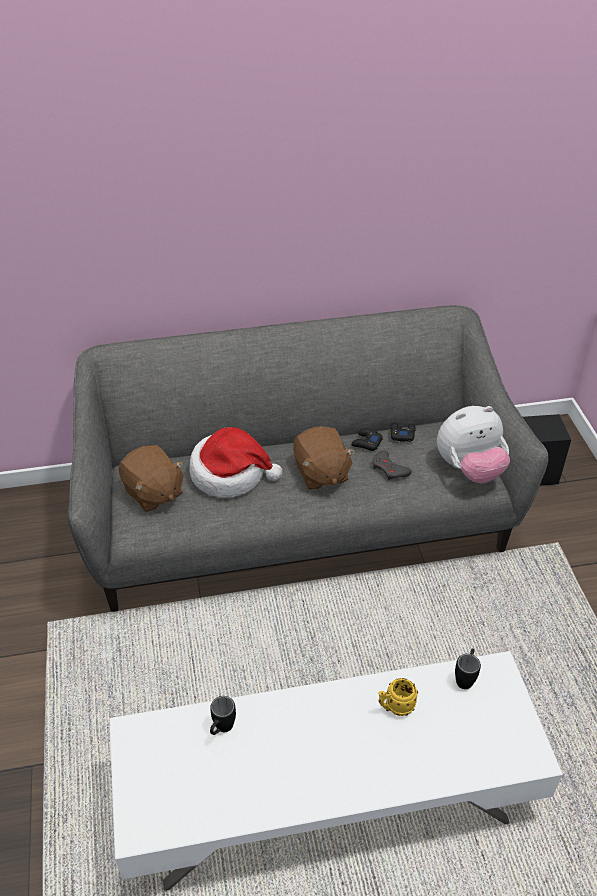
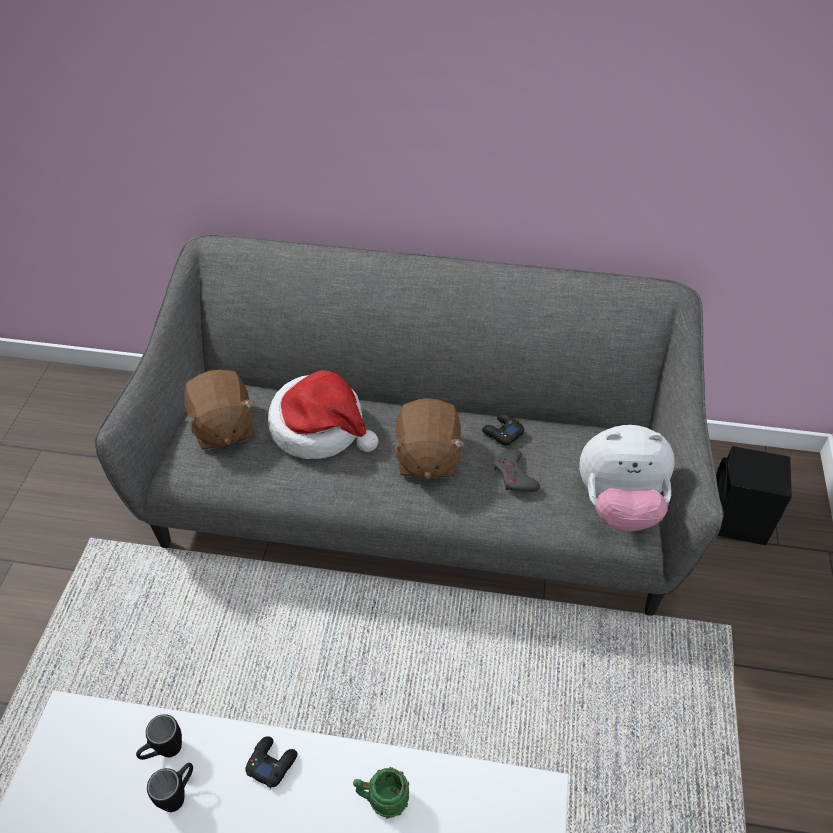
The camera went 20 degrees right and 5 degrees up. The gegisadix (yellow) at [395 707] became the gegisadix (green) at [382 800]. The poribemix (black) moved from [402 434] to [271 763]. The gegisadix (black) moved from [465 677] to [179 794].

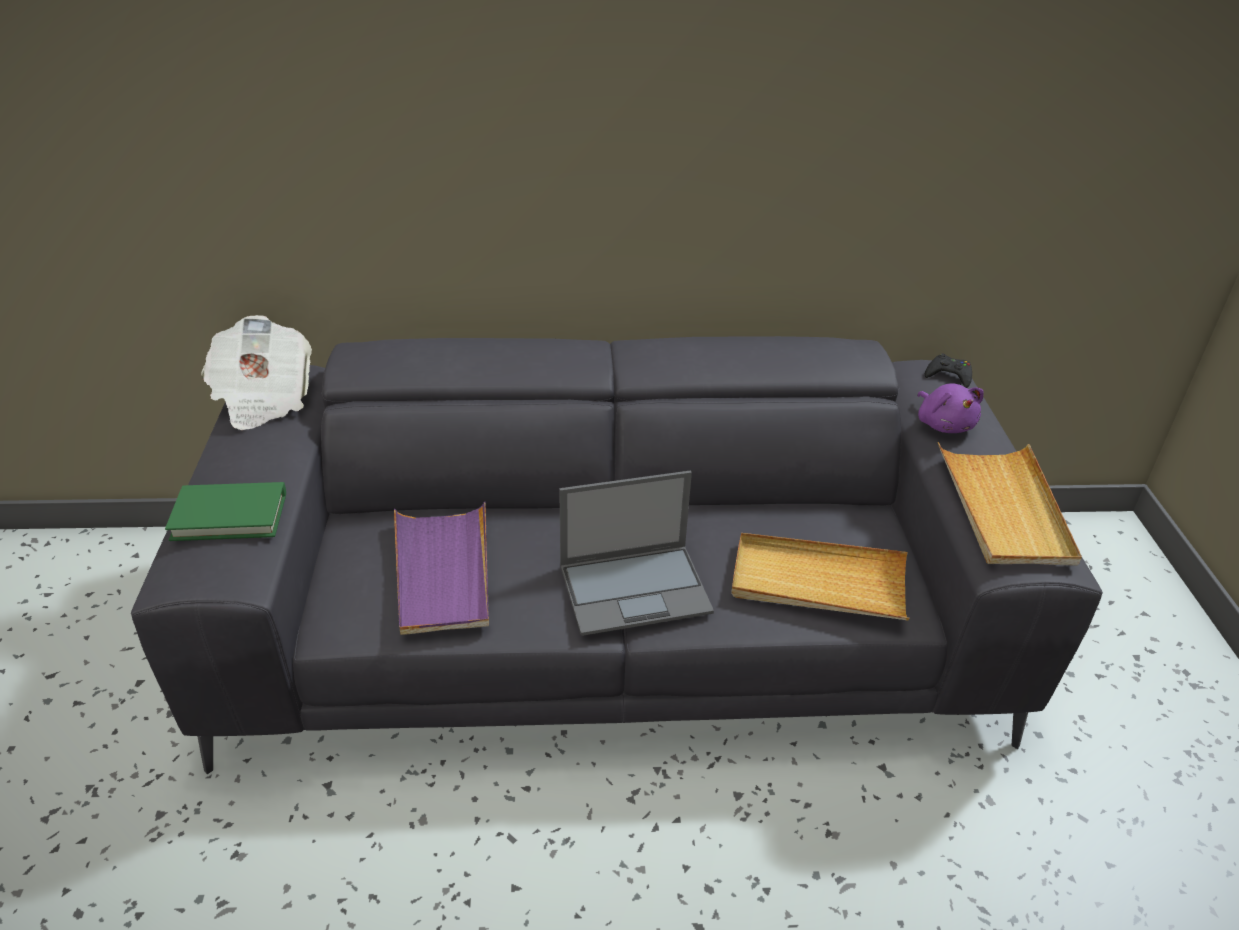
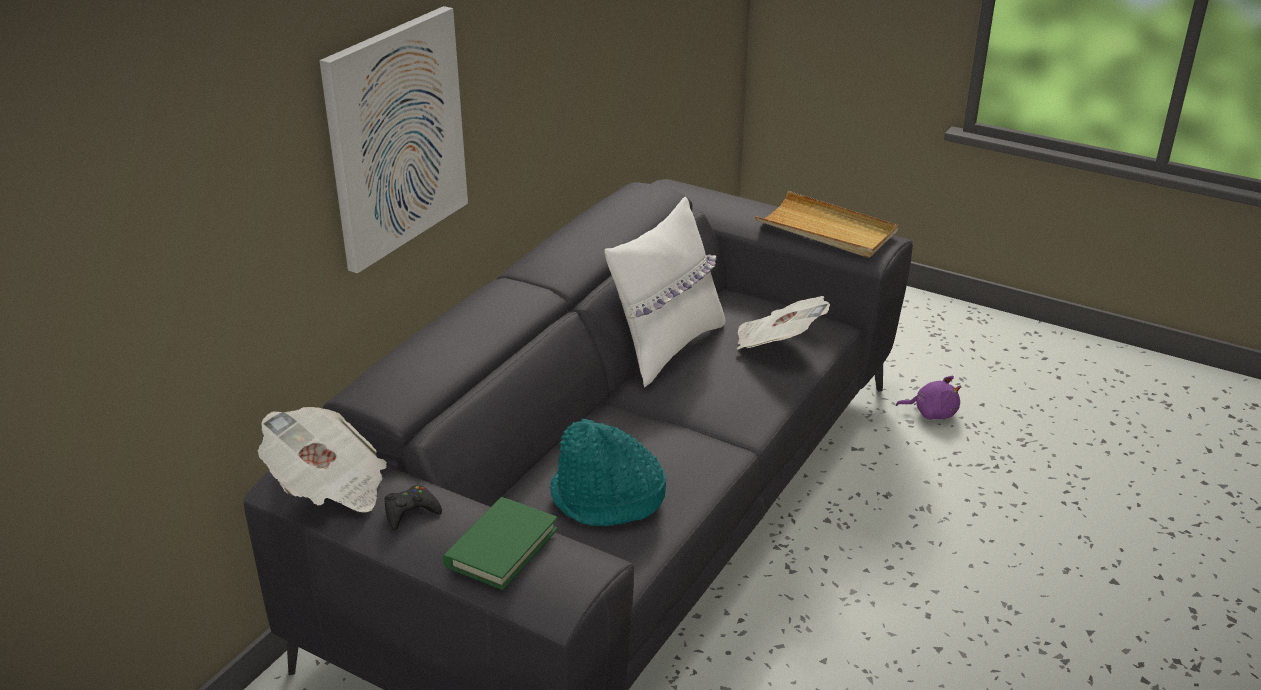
The camera went 55 degrees left and 5 degrees down. The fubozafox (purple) at [443 572] was replaced by the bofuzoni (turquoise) at [607 499]. The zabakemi at [636 588] disappeared. The fubozafox (beige) at [818 582] was replaced by the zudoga at [777 344]. The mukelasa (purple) moved from [944 424] to [932 413]. The poribemix (black) moved from [949 375] to [410 511]. The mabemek at [395 137] appeared. The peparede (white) at [667 347] appeared.

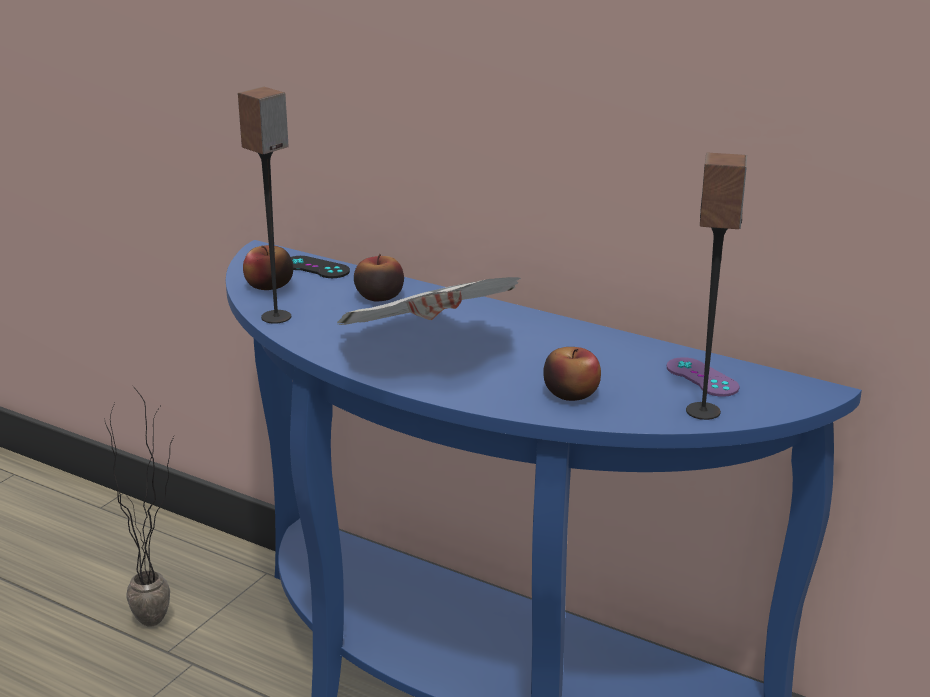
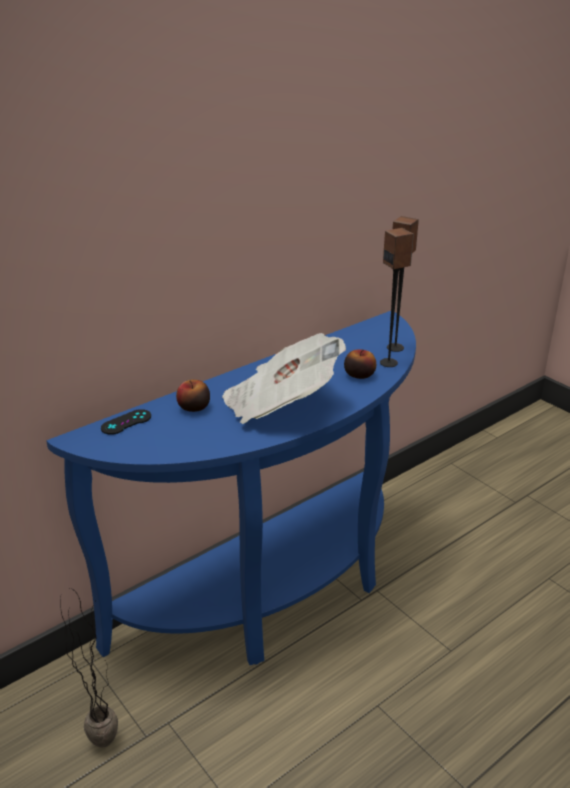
The camera went 70 degrees left and 5 degrees up. The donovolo moved from [276 317] to [389 363]. The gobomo at [269 286] disappeared. The poribemix (purple) at [702 377] disappeared.

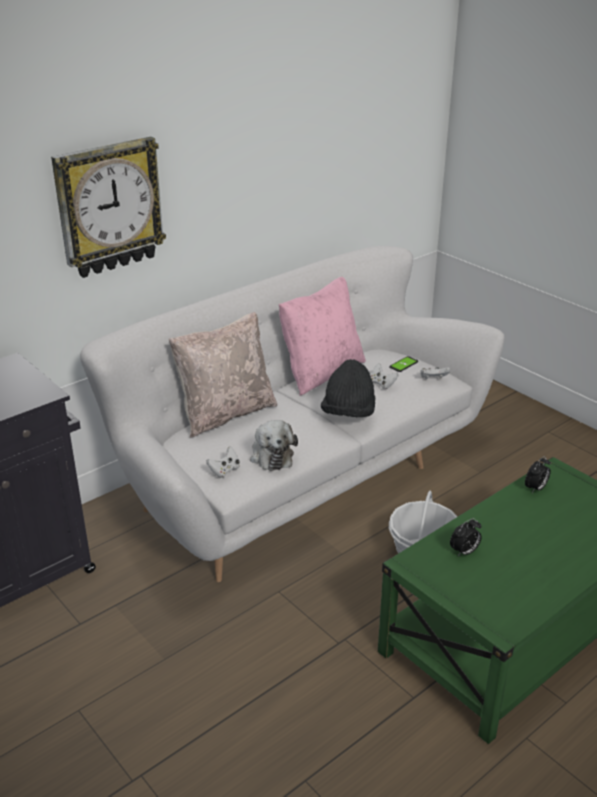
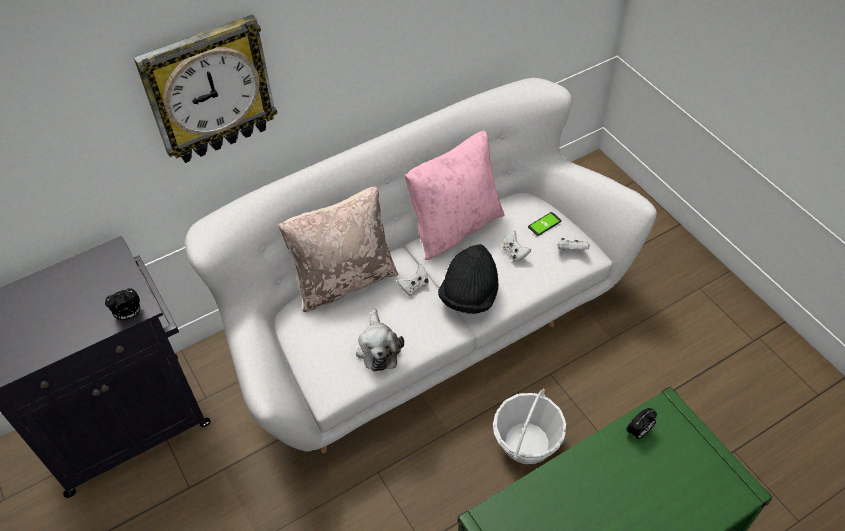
The camera went 10 degrees right and 20 degrees up. The poribemix (white) moved from [224 471] to [414 286]. The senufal moved from [464 552] to [129 315].

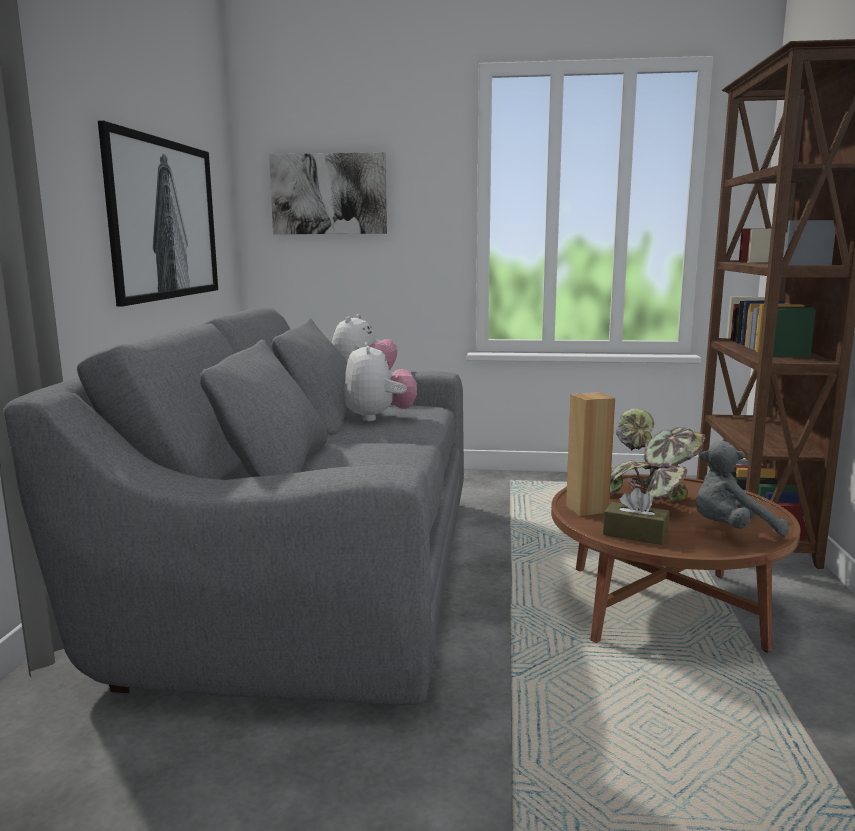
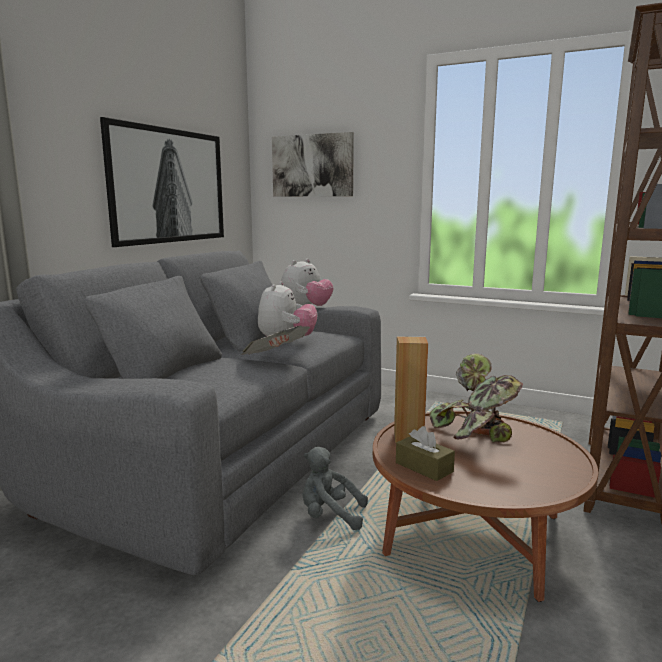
The camera went 20 degrees right and 0 degrees up. The mukelasa (grey) moved from [730 531] to [330 516]. The zudoga at [275 359] appeared.

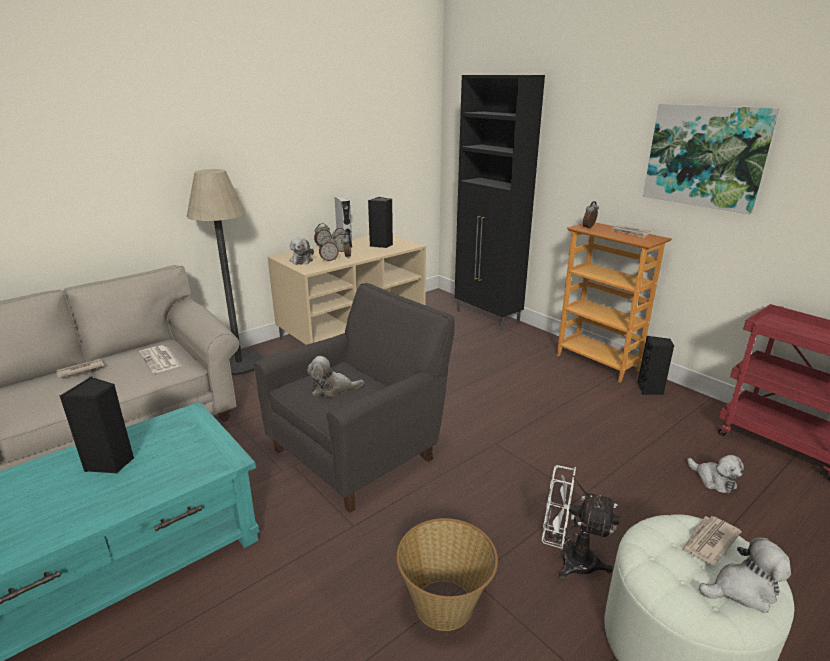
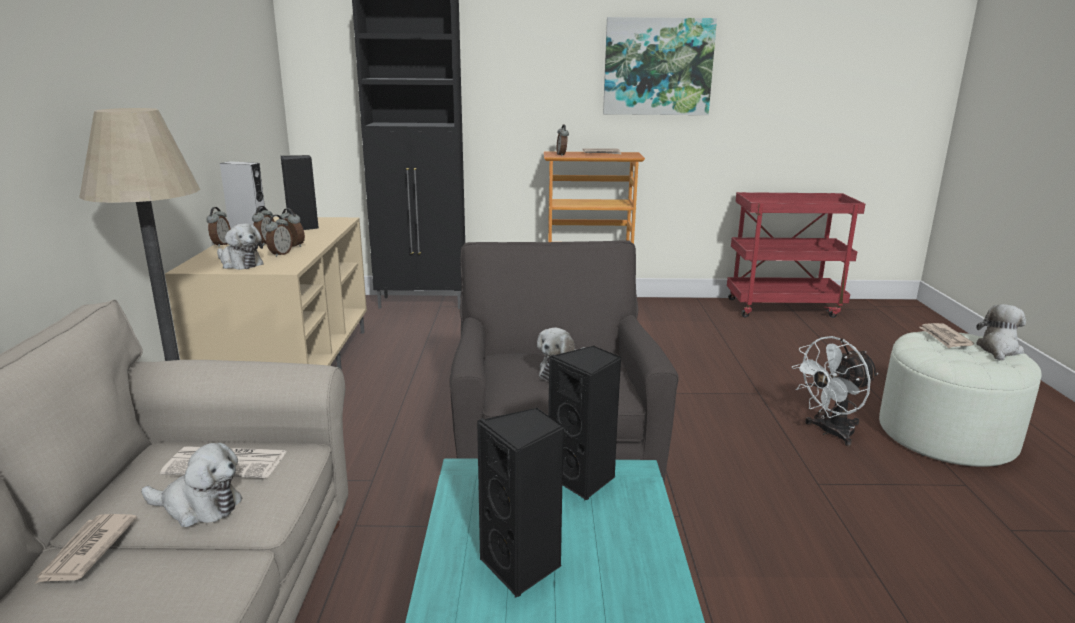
The camera went 50 degrees left and 5 degrees down. The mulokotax at [445 605] disappeared. The donovolo (black) moved from [650 390] to [584 479]. The mukelasa moved from [713 480] to [198 506].

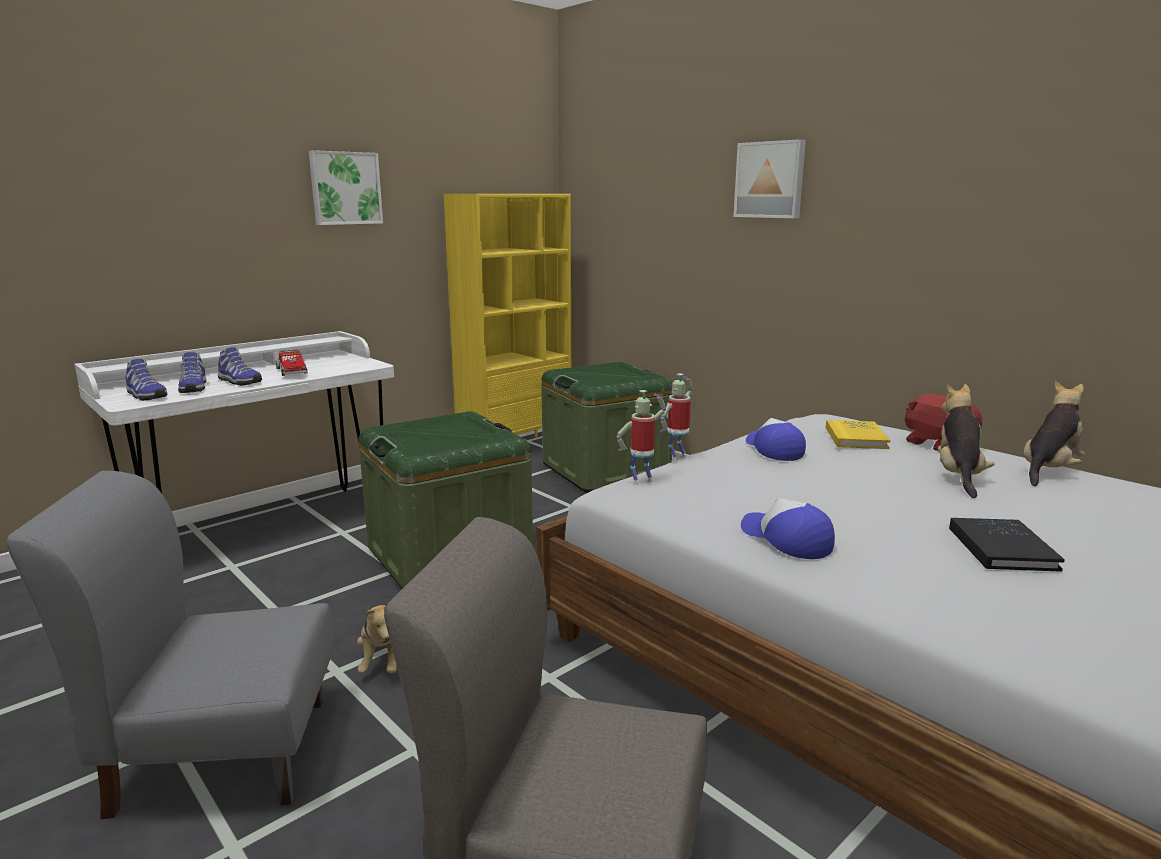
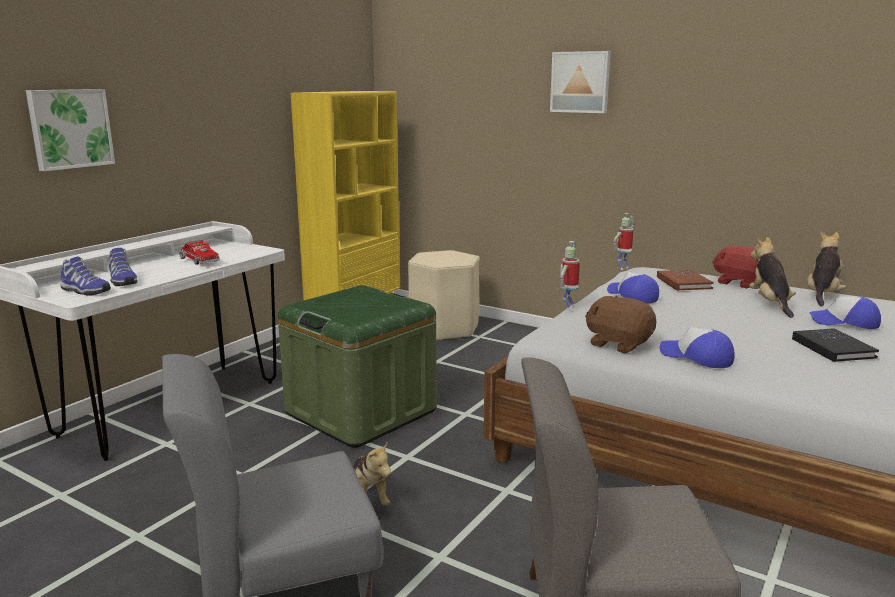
The camera went 15 degrees left and 0 degrees up. The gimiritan at [238 382] disappeared. The mabemek moved from [345 188] to [70 128]. The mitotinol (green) at [605 470] was replaced by the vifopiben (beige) at [444 329]. The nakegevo moved from [641 481] to [623 268]. The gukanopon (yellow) at [856 438] became the gukanopon (brown) at [683 282]. The mukelasa (brown) at [618 344] appeared. The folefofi at [844 322] appeared.

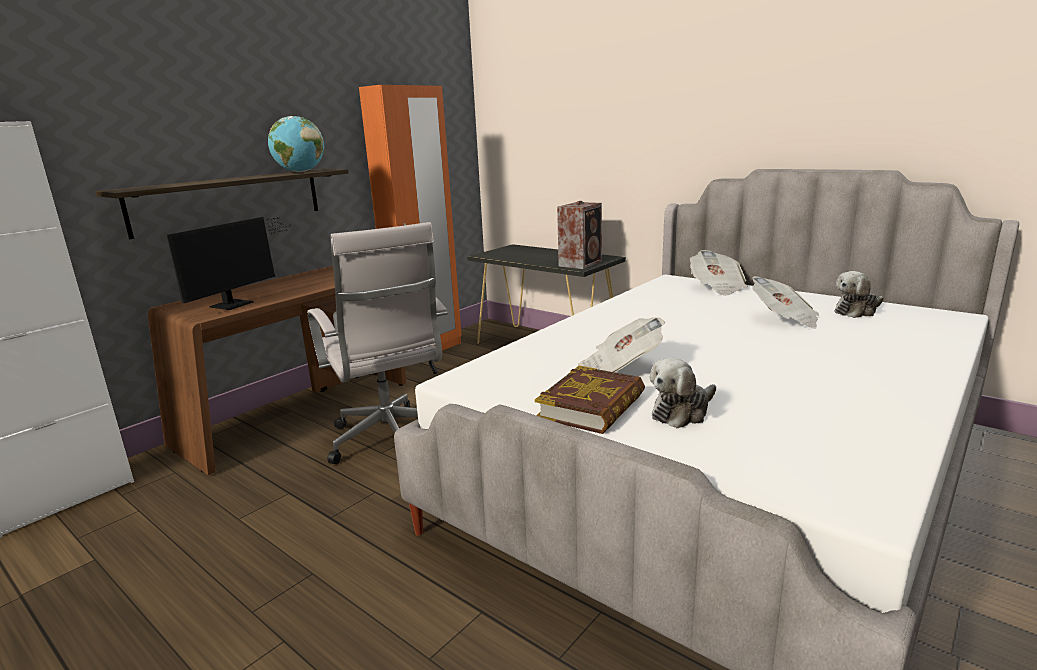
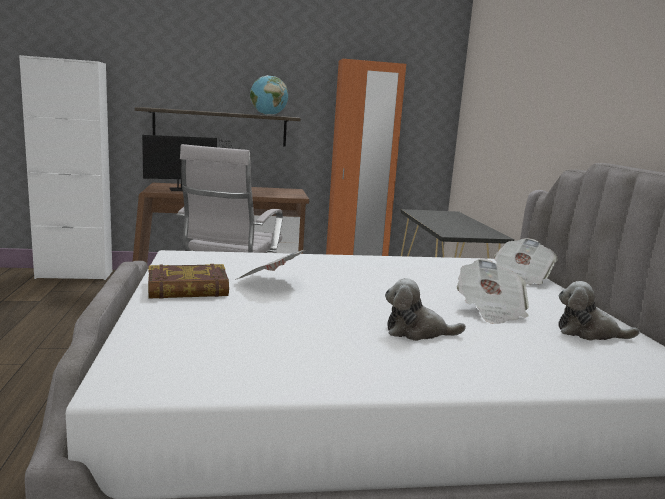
The camera went 40 degrees right and 5 degrees down. The donovolo at [581 263] disappeared. The mukelasa moved from [682 412] to [417 332].

